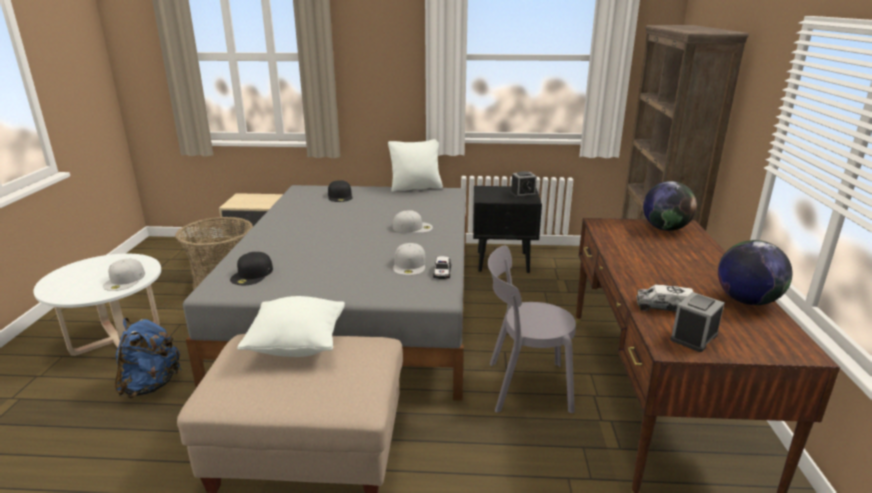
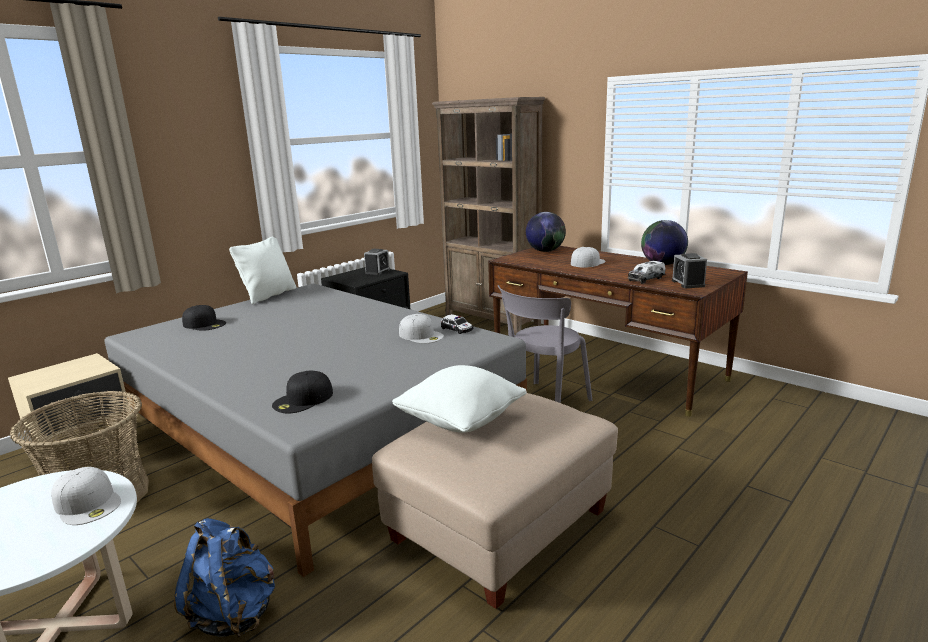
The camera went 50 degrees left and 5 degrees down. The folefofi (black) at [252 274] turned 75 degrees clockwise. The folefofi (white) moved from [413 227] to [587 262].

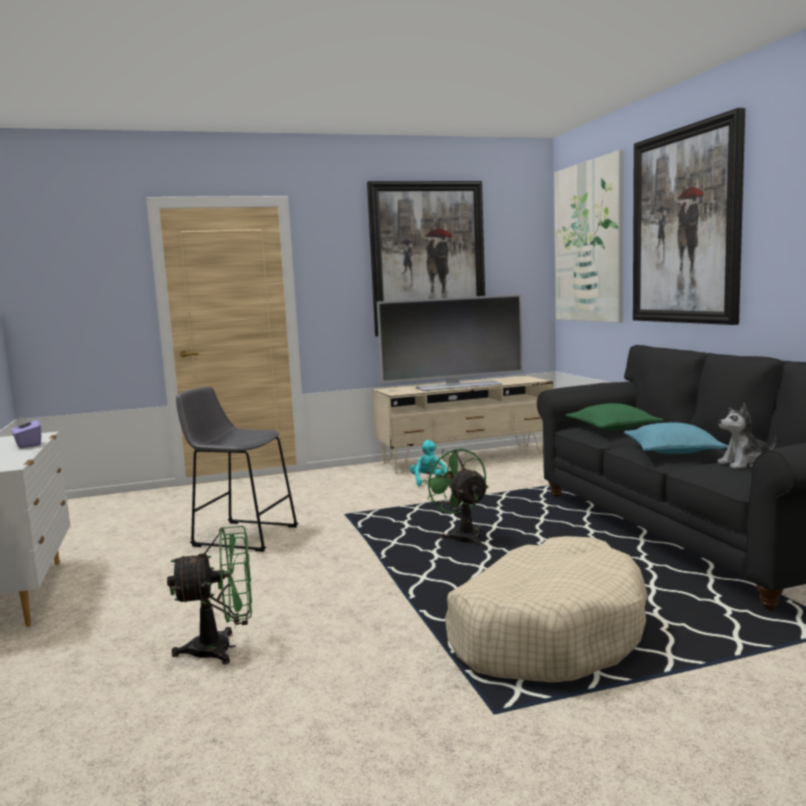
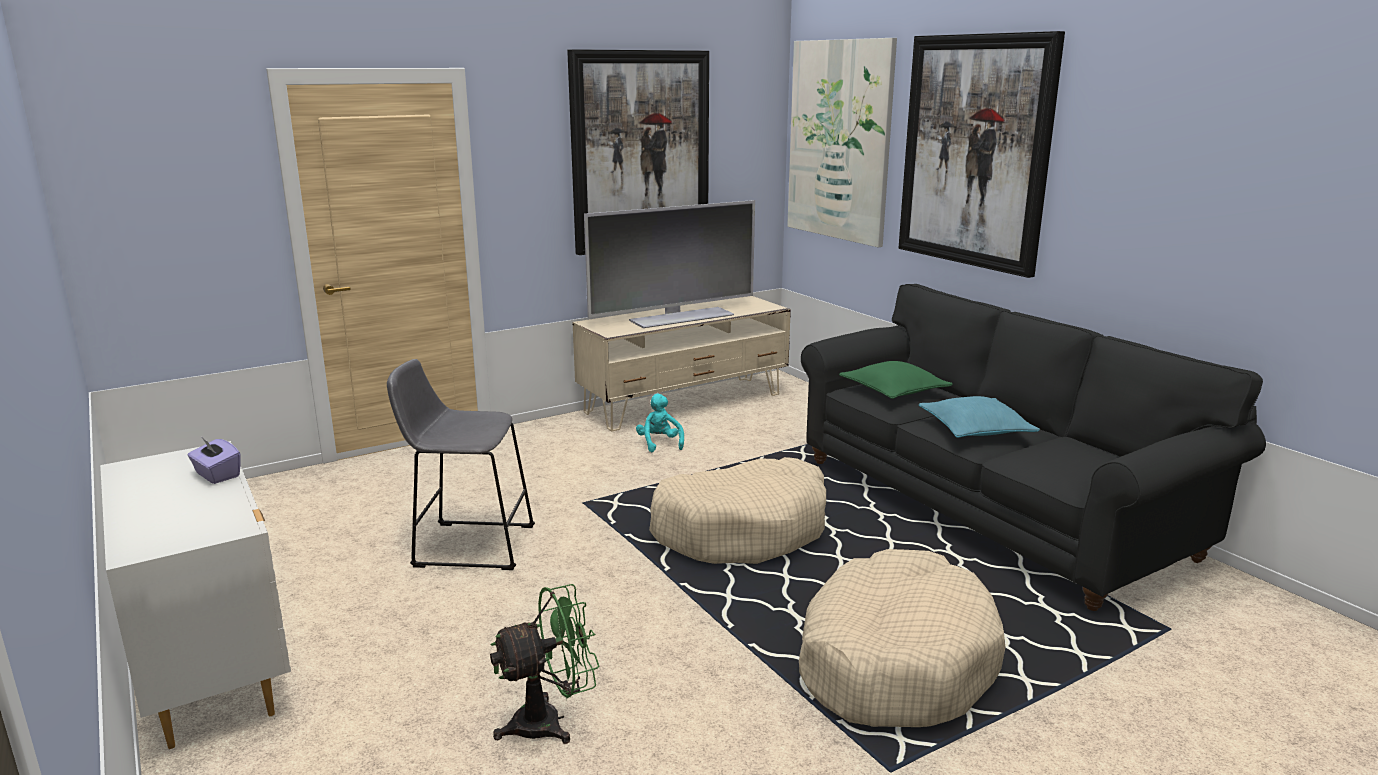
The camera went 15 degrees left and 10 degrees up. The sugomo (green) at [462 536] was replaced by the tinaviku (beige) at [742 530]. The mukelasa at [745 464] disappeared.

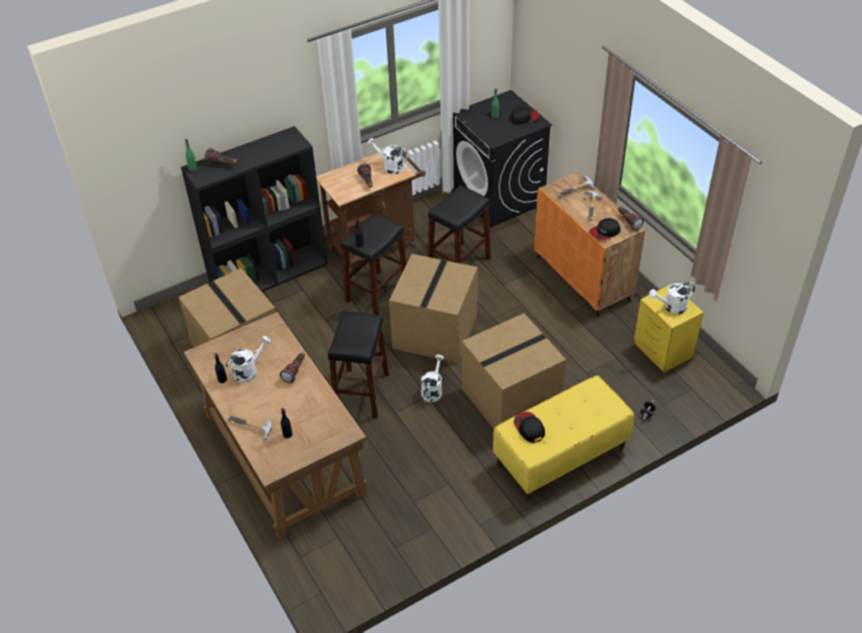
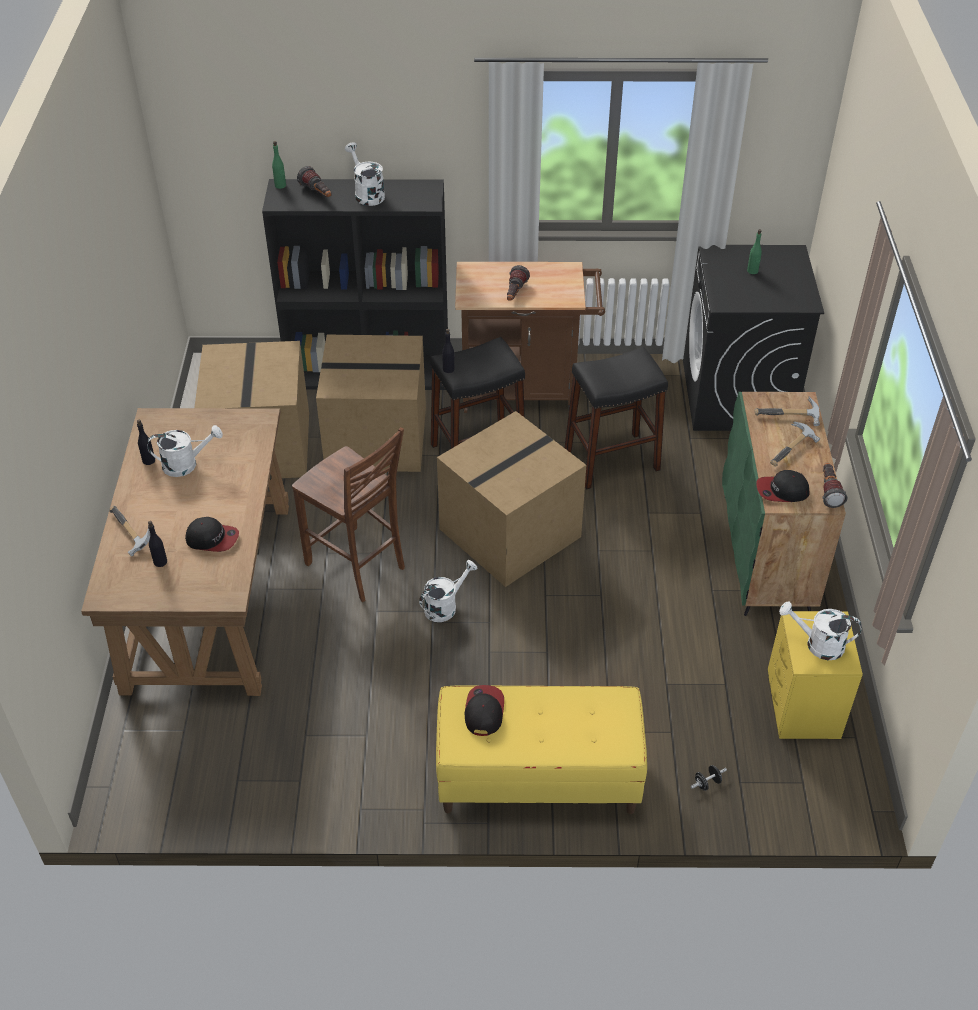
The camera went 30 degrees right and 0 degrees up. The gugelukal at [295 371] disappeared. The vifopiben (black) at [361 393] was replaced by the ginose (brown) at [357 566]. The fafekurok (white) moved from [390 166] to [366 194]. The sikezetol moved from [510 399] to [374 439]. The folefofi moved from [524 117] to [212 539]. The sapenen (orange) at [583 278] became the sapenen (green) at [767 554].

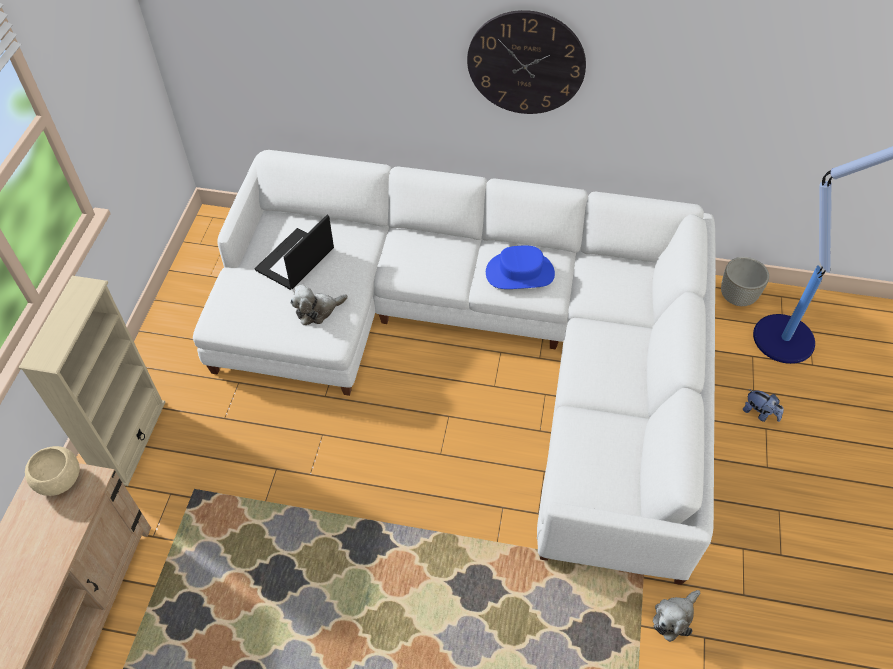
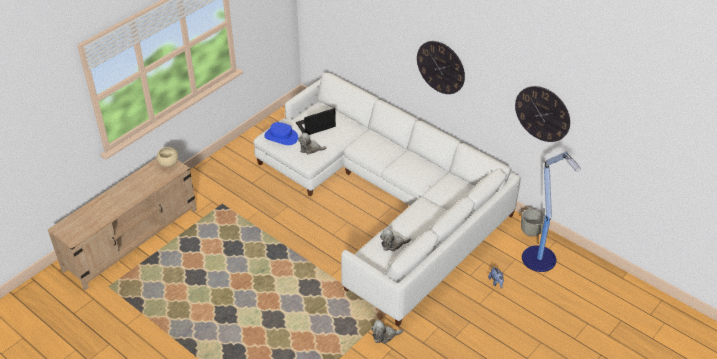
The camera went 30 degrees right and 10 degrees down. The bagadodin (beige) at [131 440] disappeared. The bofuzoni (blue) moved from [520 273] to [281 136]. The mukelasa at [393 244] appeared. The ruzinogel at [542 113] appeared.

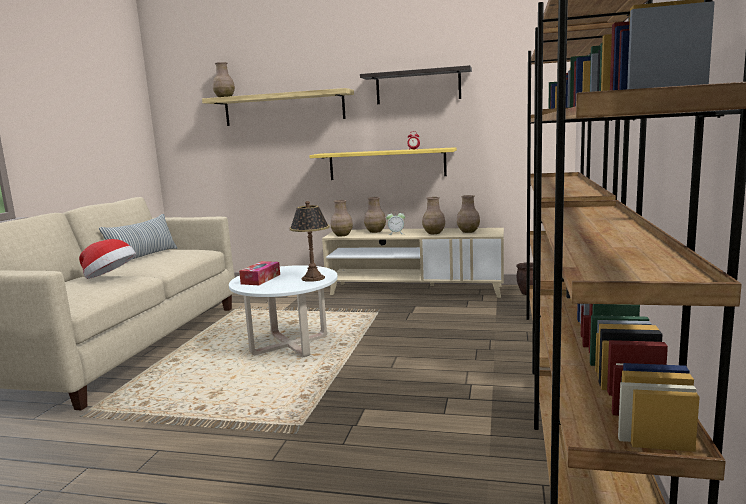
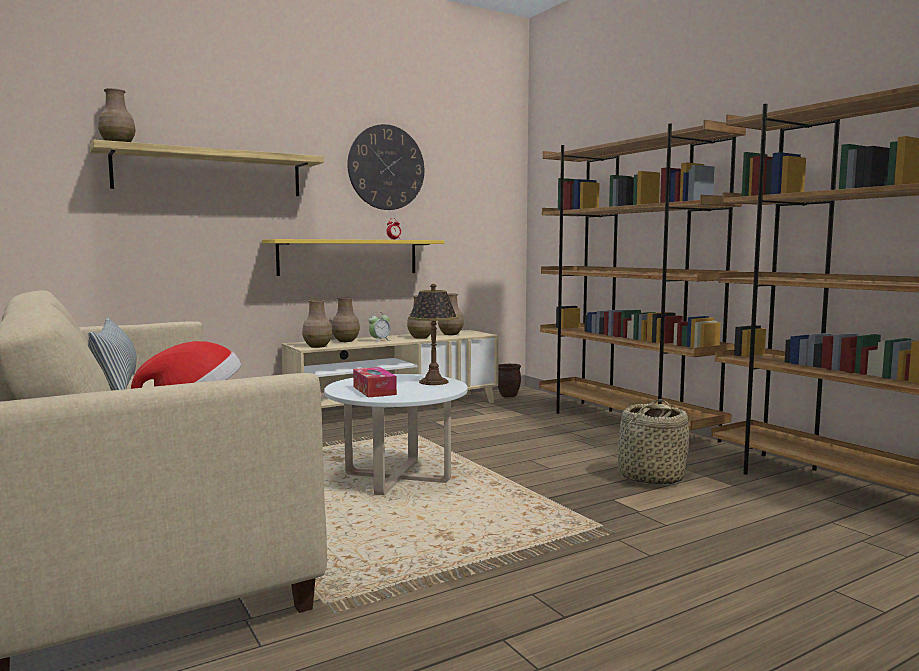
The camera went 45 degrees left and 5 degrees down. The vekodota at [418 86] was replaced by the ruzinogel at [386 167]. The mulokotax at [650 478] appeared.

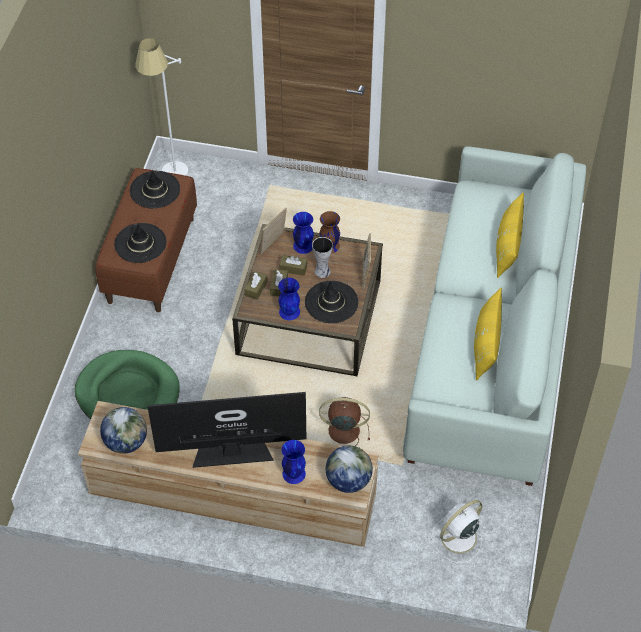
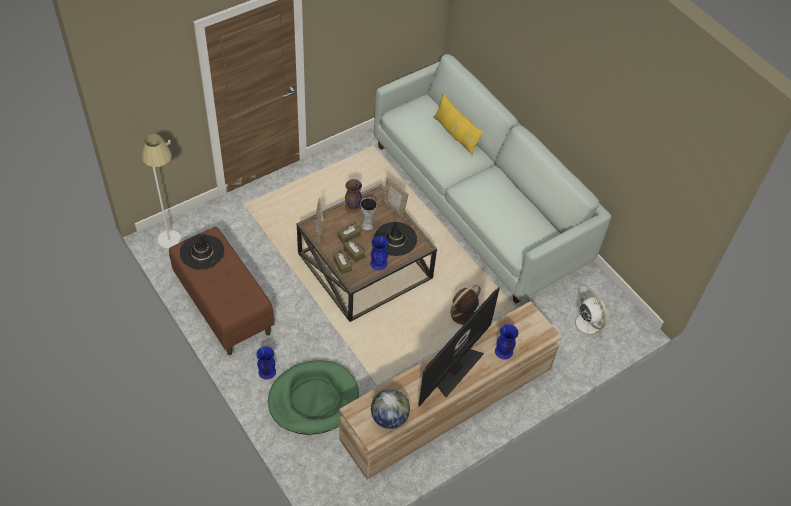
The camera went 50 degrees left and 0 degrees up. The bofuzoni (black) at [140 243] disappeared. The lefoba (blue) moved from [303 245] to [266 371]. The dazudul at [348 480] disappeared. The sugomo (white) at [457 538] turned 150 degrees clockwise. The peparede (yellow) at [485 345] disappeared.

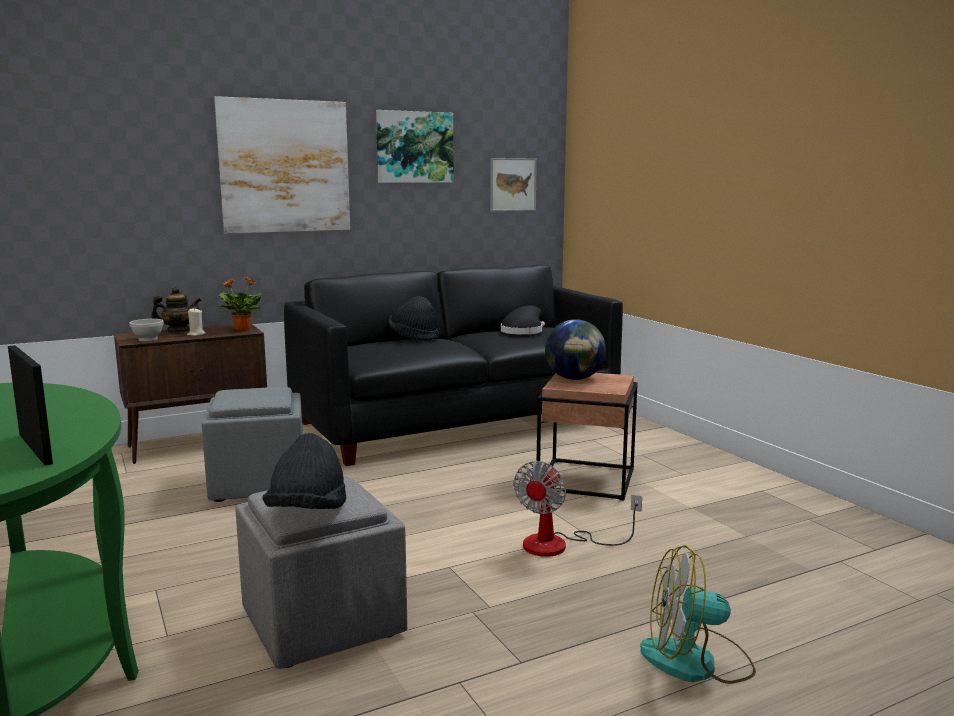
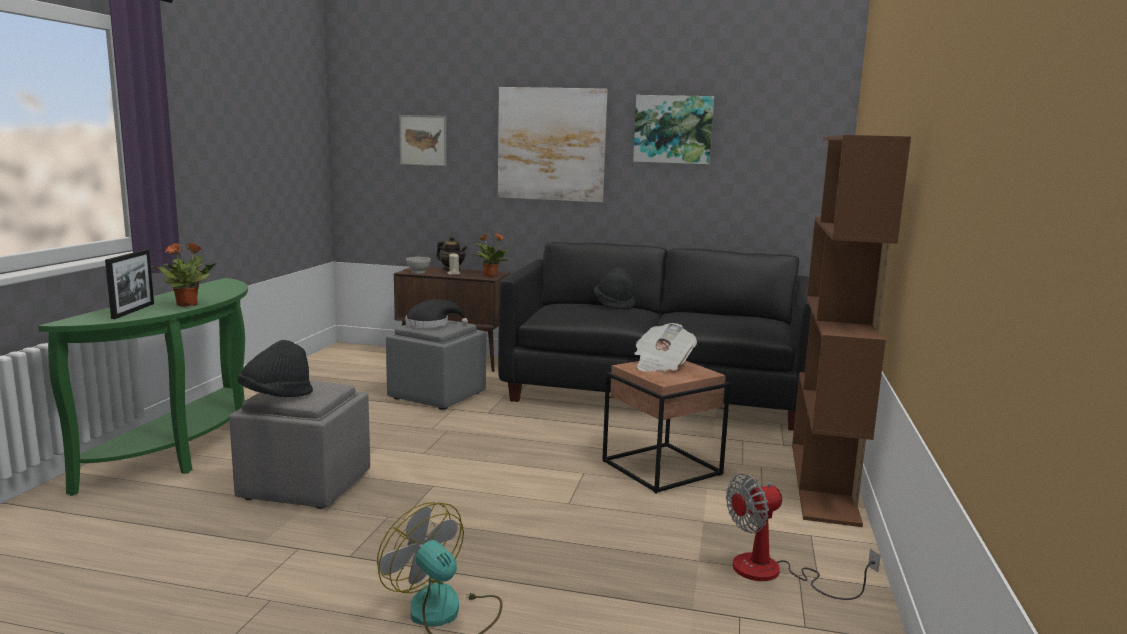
The camera went 40 degrees right and 0 degrees up. The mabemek moved from [512 184] to [423 140]. The bofuzoni (black) moved from [523 331] to [431 324]. The sugomo moved from [560 545] to [774 573]. The dazudul at [574 379] was replaced by the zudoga at [661 365]. The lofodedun at [188 304] appeared. The bagadodin (brown) at [824 482] appeared.

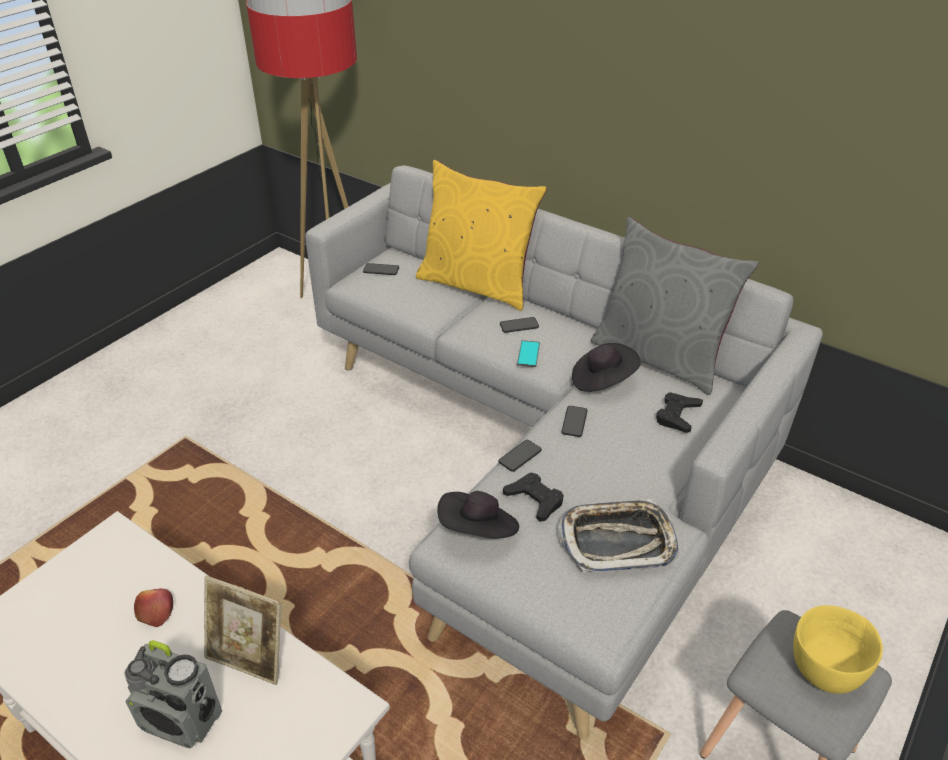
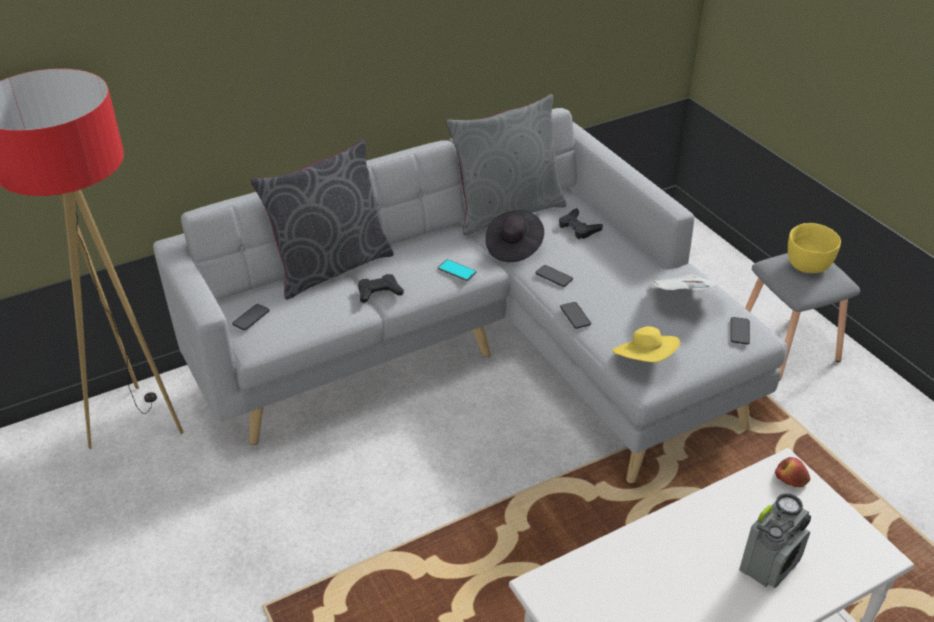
The camera went 65 degrees left and 0 degrees up. The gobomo moved from [155 611] to [790 479]. The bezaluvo at [249 658] disappeared. The peparede (yellow) at [477 284] became the peparede (grey) at [330 267]. The bofuzoni (black) at [478 531] became the bofuzoni (yellow) at [645 360]. The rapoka moved from [519 325] to [739 331]. The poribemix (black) moved from [534 500] to [379 292]. The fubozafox at [617 541] was replaced by the zudoga at [686 299].

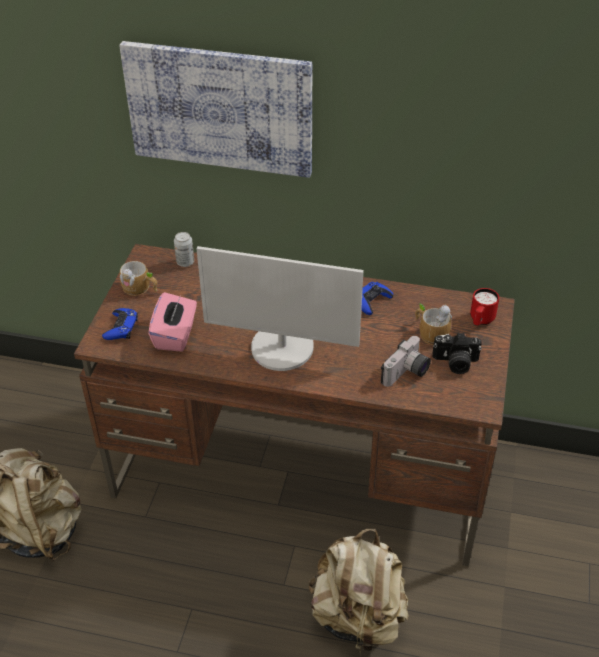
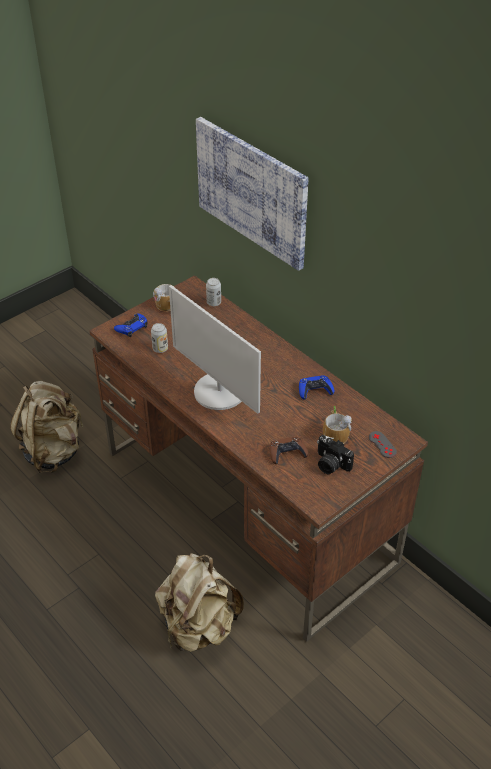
The camera went 35 degrees right and 0 degrees up. The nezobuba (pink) at [175 335] was replaced by the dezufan at [160 349]. The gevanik at [407 373] was replaced by the poribemix (brown) at [287 453]. The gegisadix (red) at [480 321] was replaced by the poribemix (grey) at [382 444].

